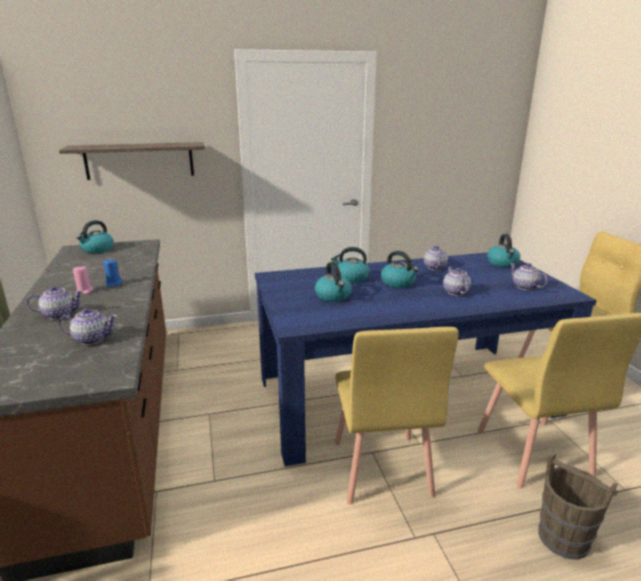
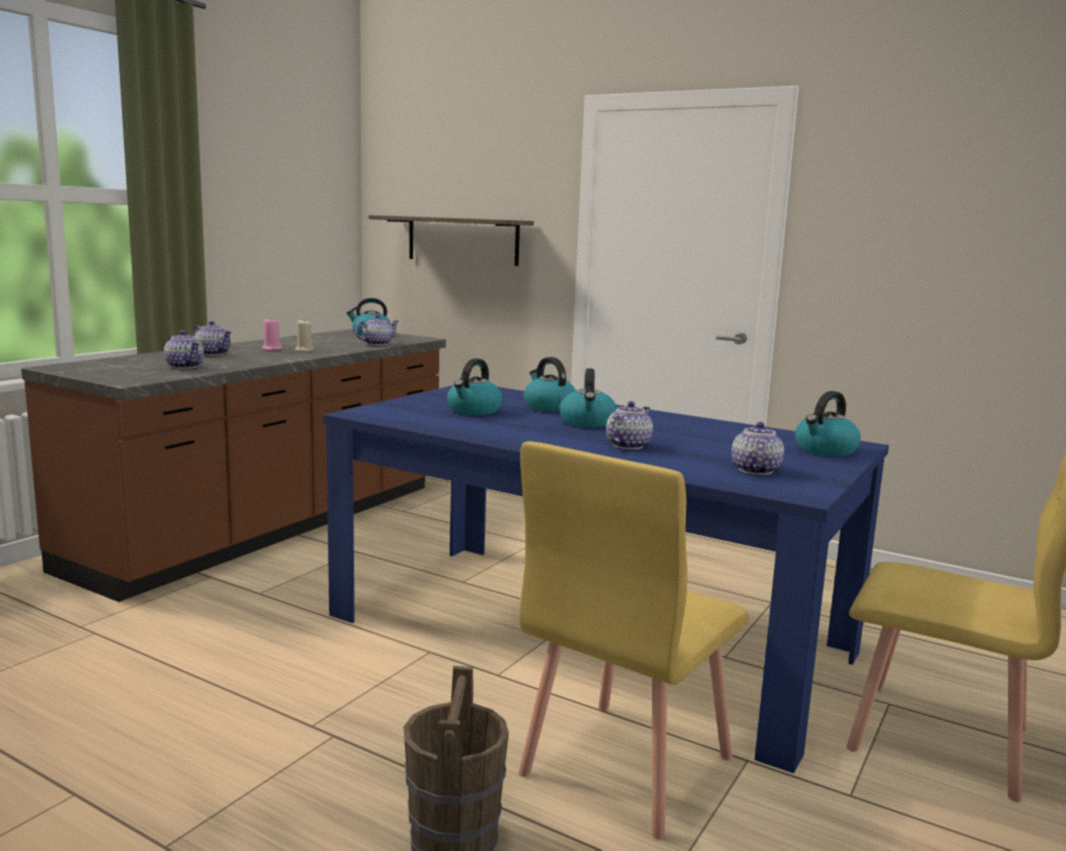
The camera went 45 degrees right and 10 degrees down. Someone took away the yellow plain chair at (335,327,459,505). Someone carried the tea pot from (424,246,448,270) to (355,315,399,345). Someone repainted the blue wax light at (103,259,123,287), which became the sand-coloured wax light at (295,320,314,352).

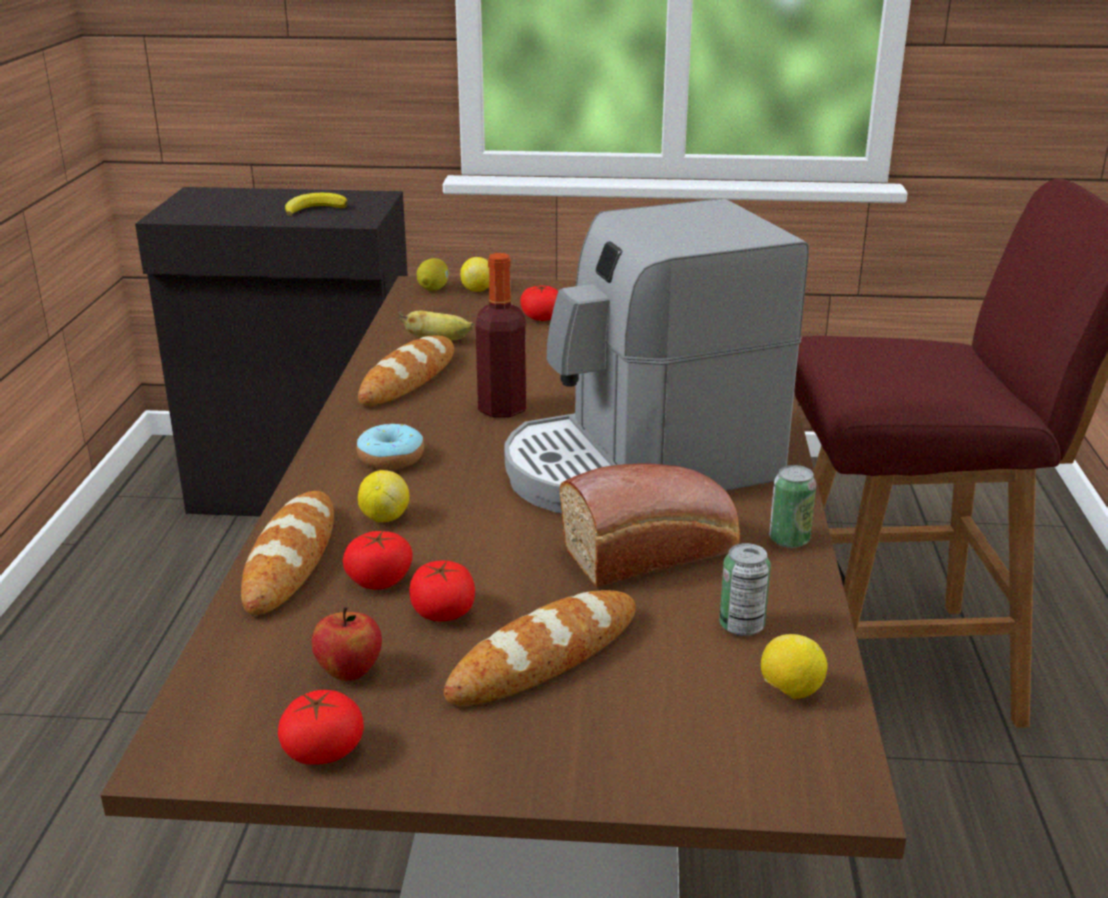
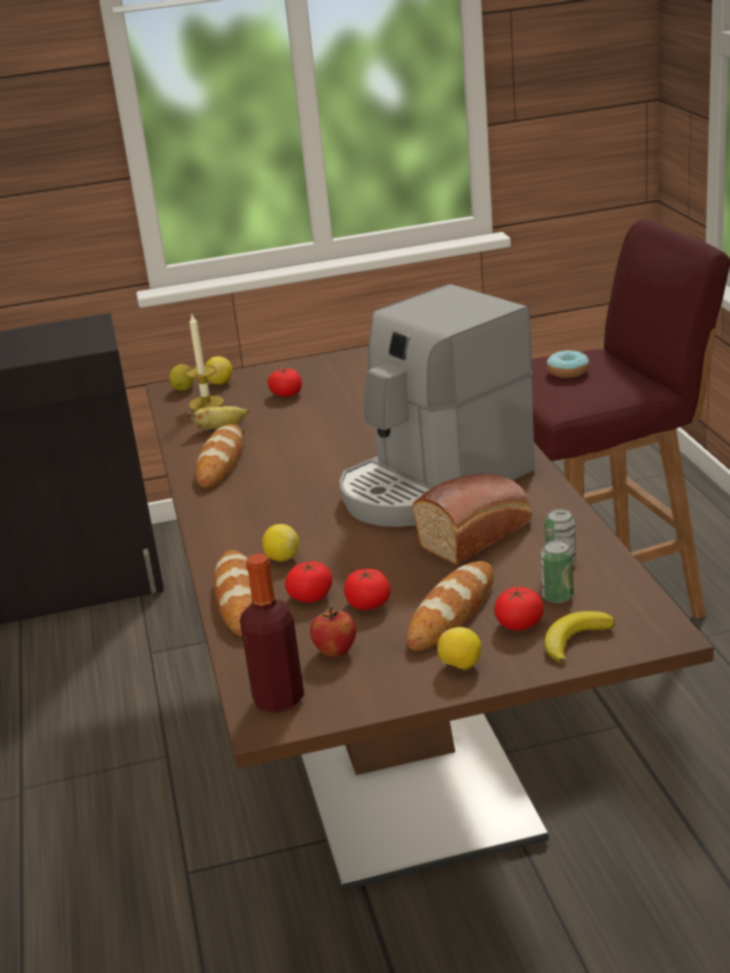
The camera went 15 degrees left and 0 degrees up. Someone put down the wax light at (186,315,224,411). Someone carried the tomato from (278,690,364,765) to (494,587,544,631). Someone carried the whole banana from (285,193,348,216) to (545,611,615,664). Someone carried the ring doughnut from (357,424,424,470) to (547,350,589,378). Someone carried the bottle from (475,253,526,417) to (240,553,304,713). Someone carried the citrus fruit from (761,634,828,699) to (437,627,481,670). Someone carried the sealed can from (769,465,816,548) to (541,540,574,603).

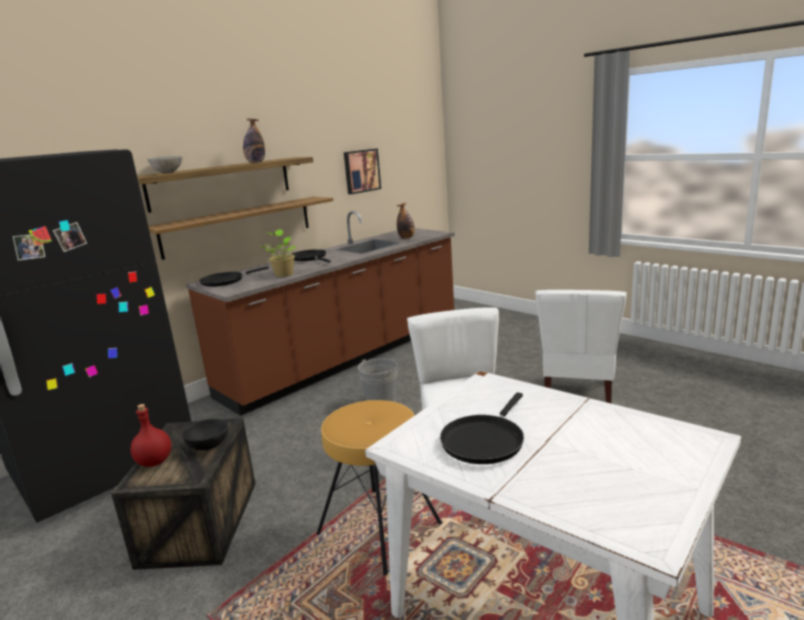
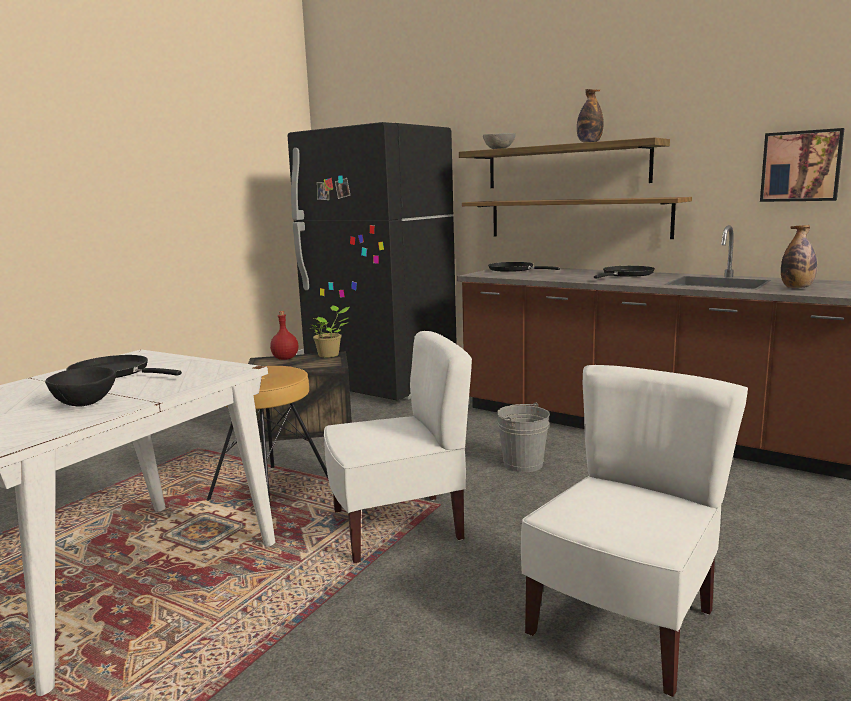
The camera went 80 degrees right and 5 degrees down. Someone carried the blackish bowl from (182,419,229,450) to (45,367,116,407). Someone carried the potted plant from (260,229,296,277) to (310,305,349,358). Someone rotated the white-coloured plain chair at (536,290,627,403) by 120 degrees clockwise.

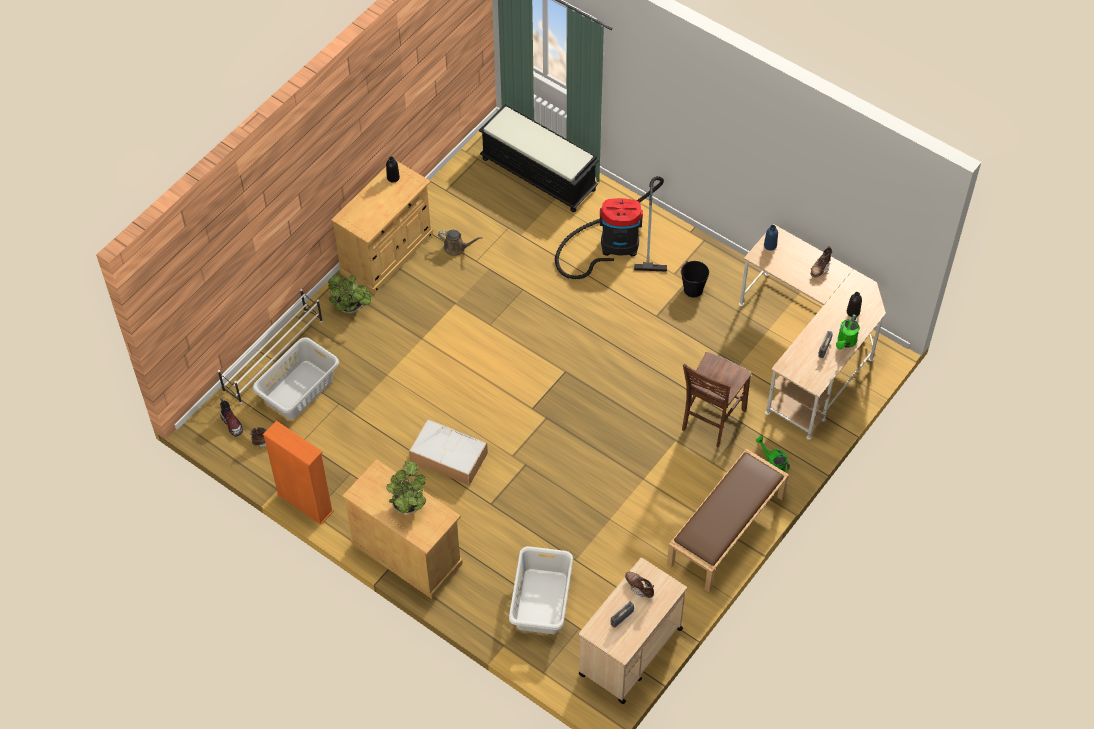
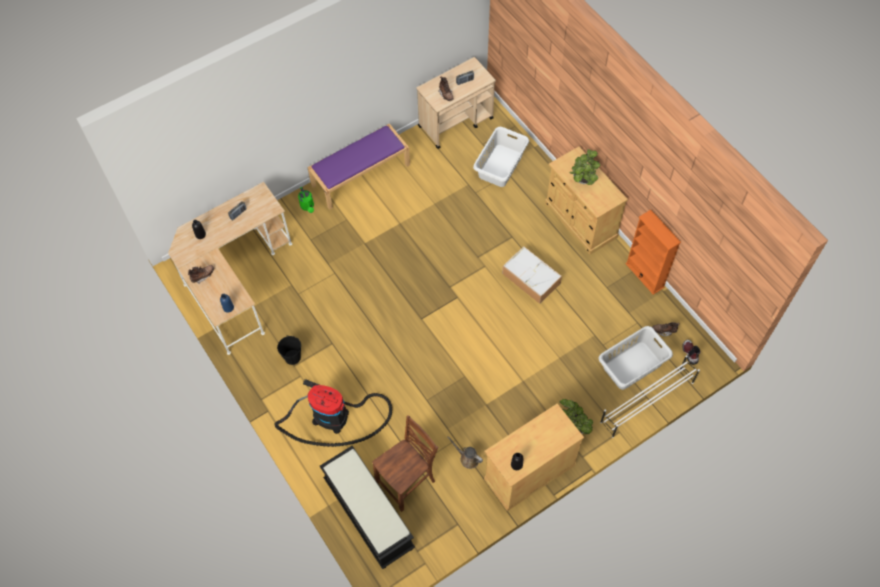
The camera went 160 degrees left and 5 degrees up. Someone took away the green-coloured watering can at (836,314,859,349). Someone carried the brown-coloured plain chair from (682,352,752,447) to (372,415,438,512). Someone repainted the brown-coloured indoor bench at (667,449,789,592), which became the purple indoor bench at (307,123,410,210).

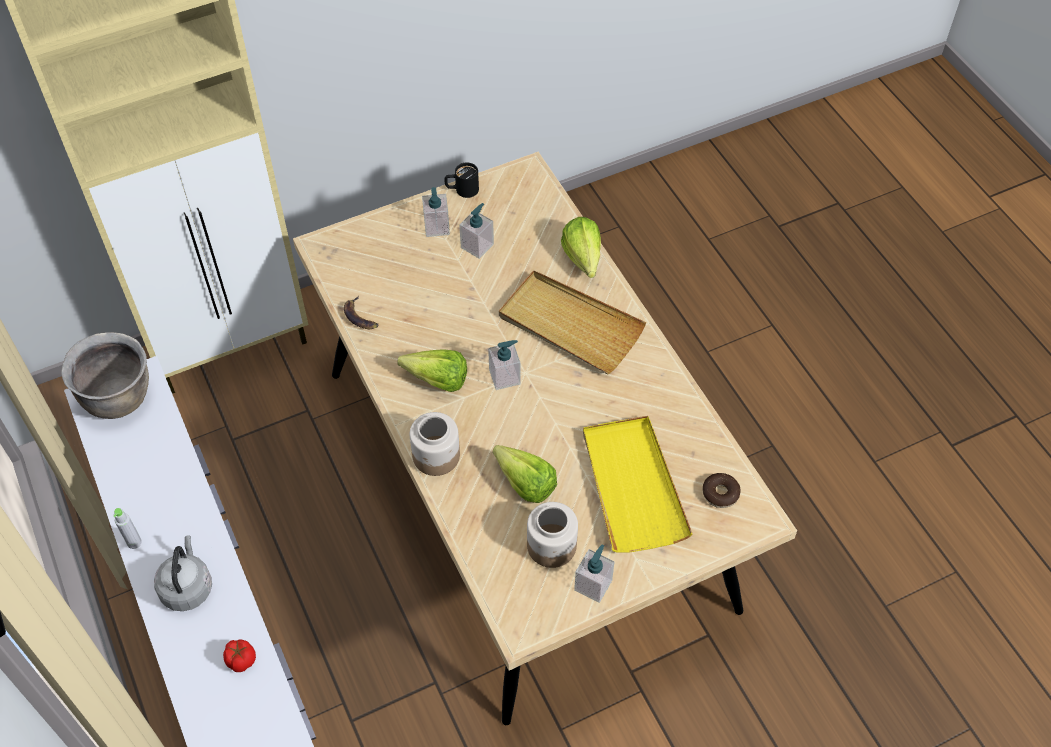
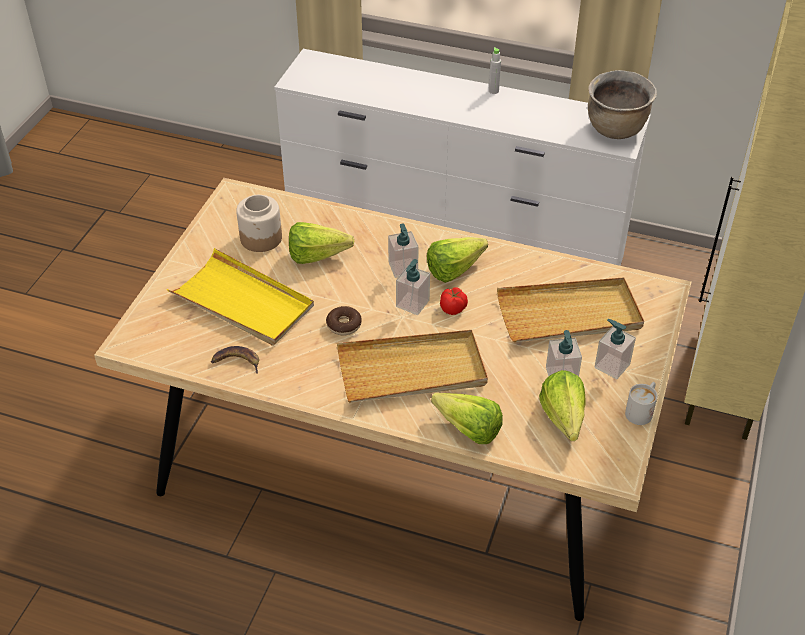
The camera went 135 degrees right and 10 degrees down. Someone took away the grey water kettle at (154,535,212,611). Someone took away the preserve jar at (410,412,460,476). Someone put down the sand-coloured tray at (497,277,644,342). Someone put down the lettuce head at (539,370,586,441). Someone carried the tomato from (223,640,256,672) to (440,287,468,315). Someone carried the whole banana from (344,296,379,329) to (211,346,259,374). Someone carried the liquid soap bottle from (574,545,614,603) to (388,223,419,278). Someone carried the ring doughnut from (702,473,740,508) to (326,306,362,336). Someone repainted the blackish mug at (445,163,479,198), which became the white-coloured mug at (625,382,657,425).

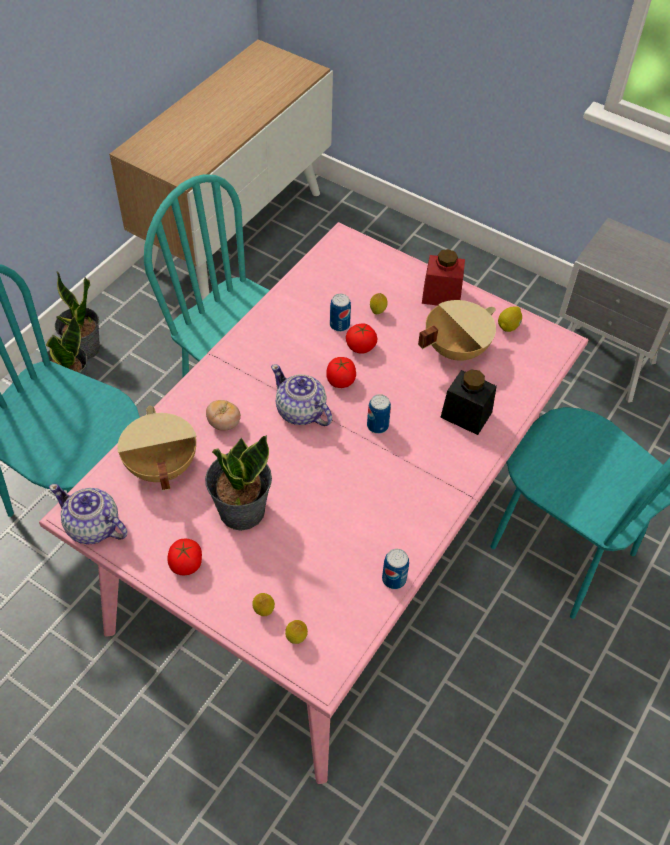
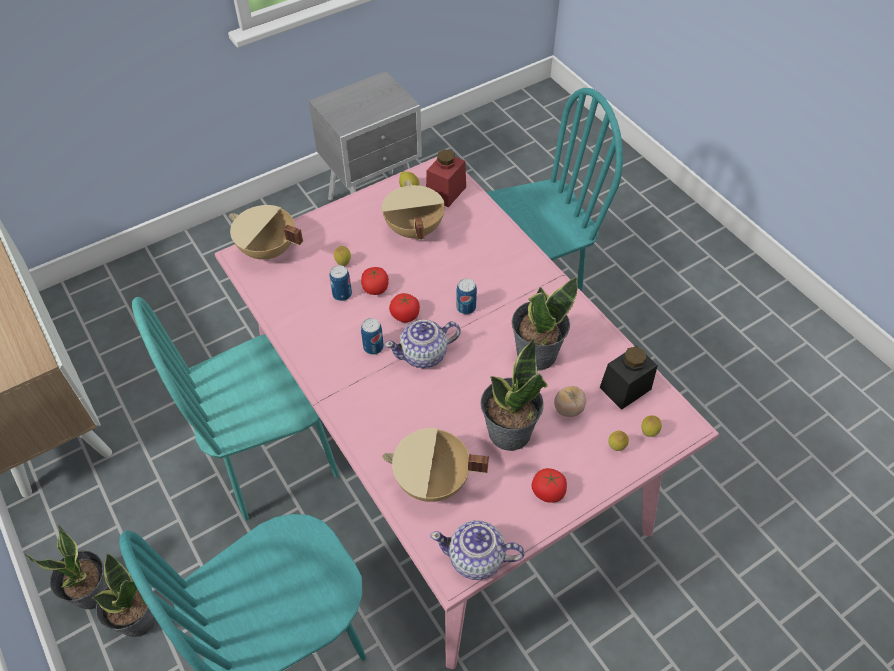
The camera went 65 degrees left and 0 degrees up. Someone put down the sand-coloured saucepot at (229,205,303,260). Someone put down the potted plant at (512,276,578,371). Someone carried the tomato from (206,400,241,431) to (554,386,586,417). Someone carried the sealed can from (382,549,409,589) to (361,318,384,355). Someone carried the red-coloured preserve jar from (422,249,465,306) to (426,150,466,207). Someone carried the blackish preserve jar from (440,369,497,435) to (600,345,658,410). Someone rotated the tea pot at (49,484,128,544) by 45 degrees clockwise.

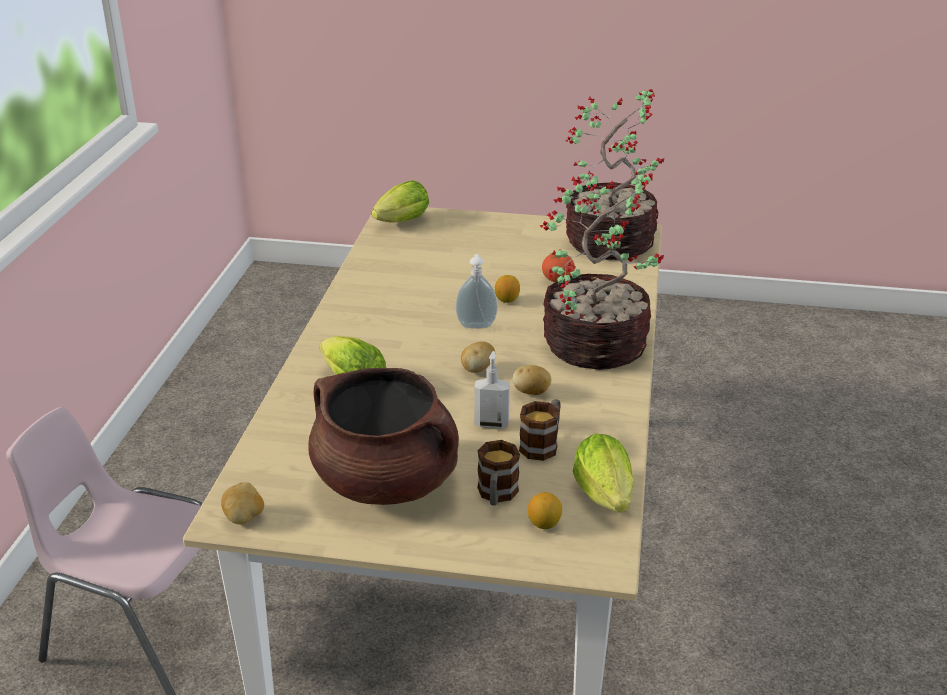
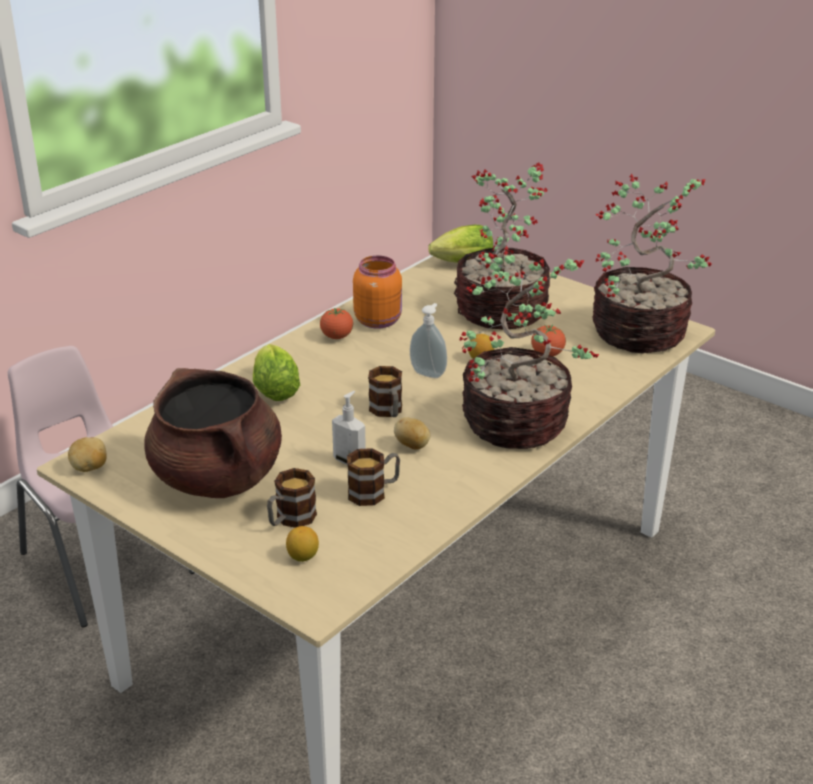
The camera went 30 degrees right and 0 degrees up. Someone took away the lettuce head at (573,434,634,512). Someone put down the tomato at (320,308,353,339). Someone put down the orangey preserve jar at (353,255,402,329). Someone put down the potted plant at (454,163,550,329). Someone swapped the potato at (461,341,495,373) for the mug at (368,366,402,417).

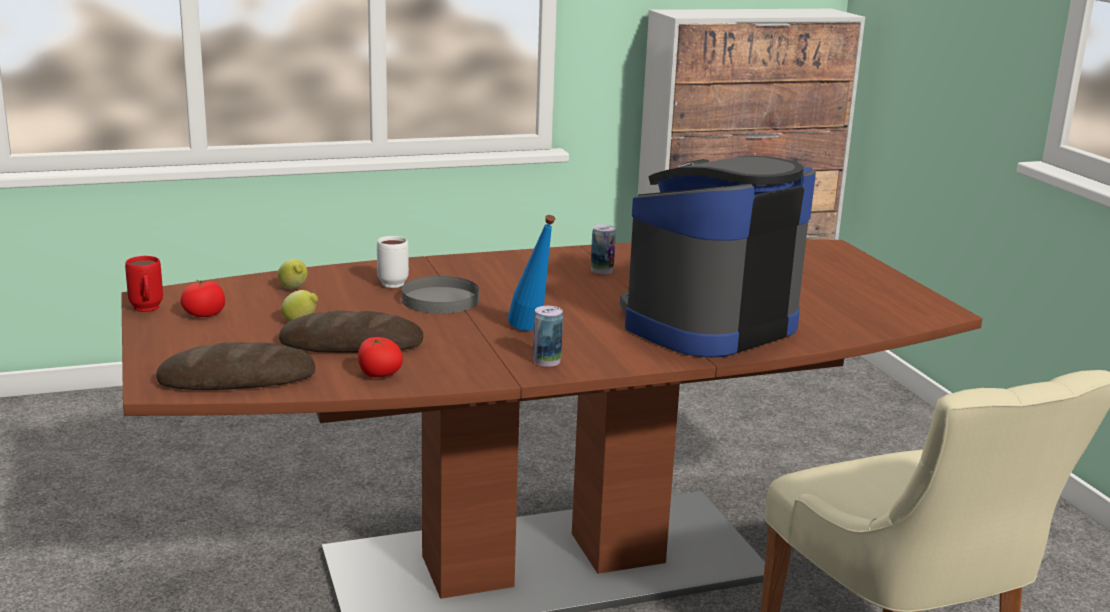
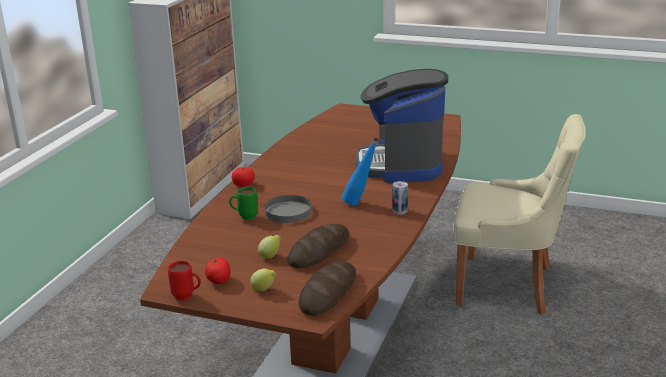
The camera went 50 degrees left and 5 degrees up. Someone took away the sealed can at (591,225,616,274). Someone carried the citrus fruit from (278,259,308,289) to (250,269,276,292). Someone carried the tomato from (358,337,403,377) to (232,167,255,187). Someone repainted the white-coloured mug at (377,236,409,288), which became the green-coloured mug at (229,187,258,220).

